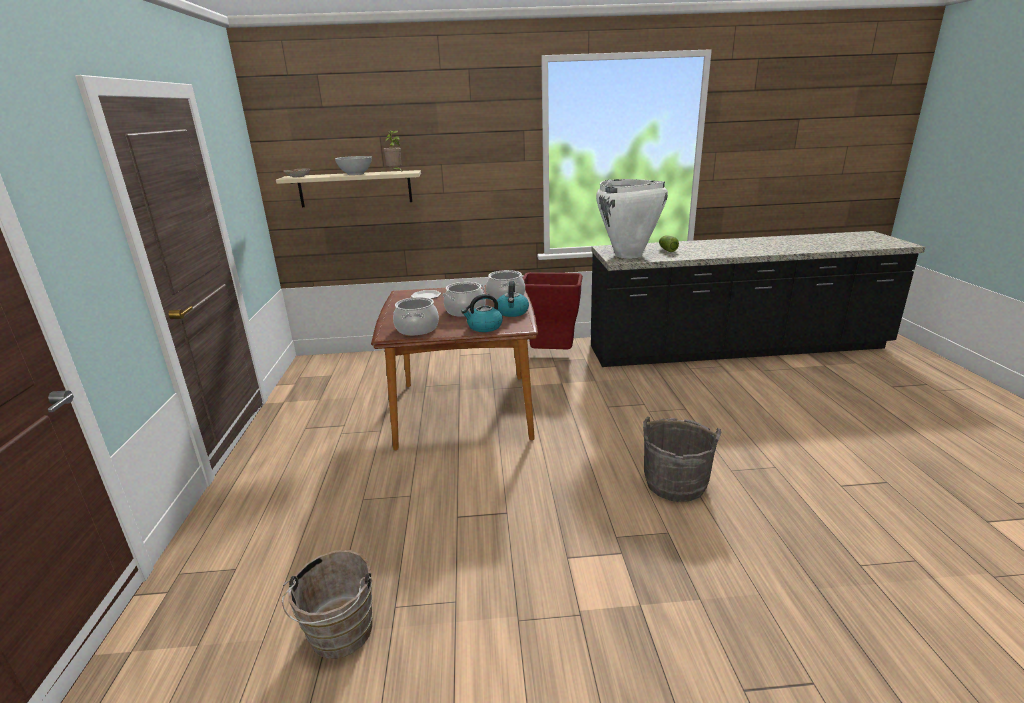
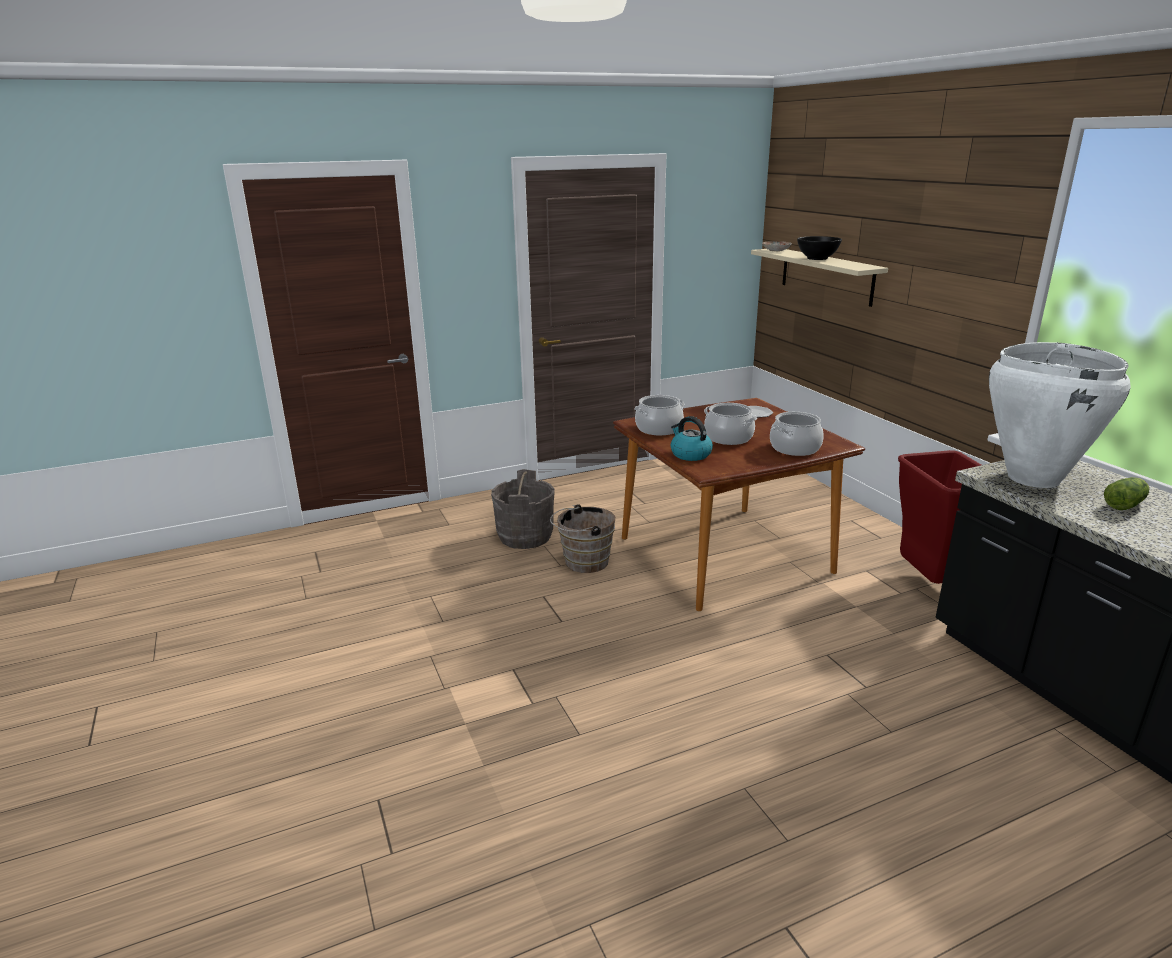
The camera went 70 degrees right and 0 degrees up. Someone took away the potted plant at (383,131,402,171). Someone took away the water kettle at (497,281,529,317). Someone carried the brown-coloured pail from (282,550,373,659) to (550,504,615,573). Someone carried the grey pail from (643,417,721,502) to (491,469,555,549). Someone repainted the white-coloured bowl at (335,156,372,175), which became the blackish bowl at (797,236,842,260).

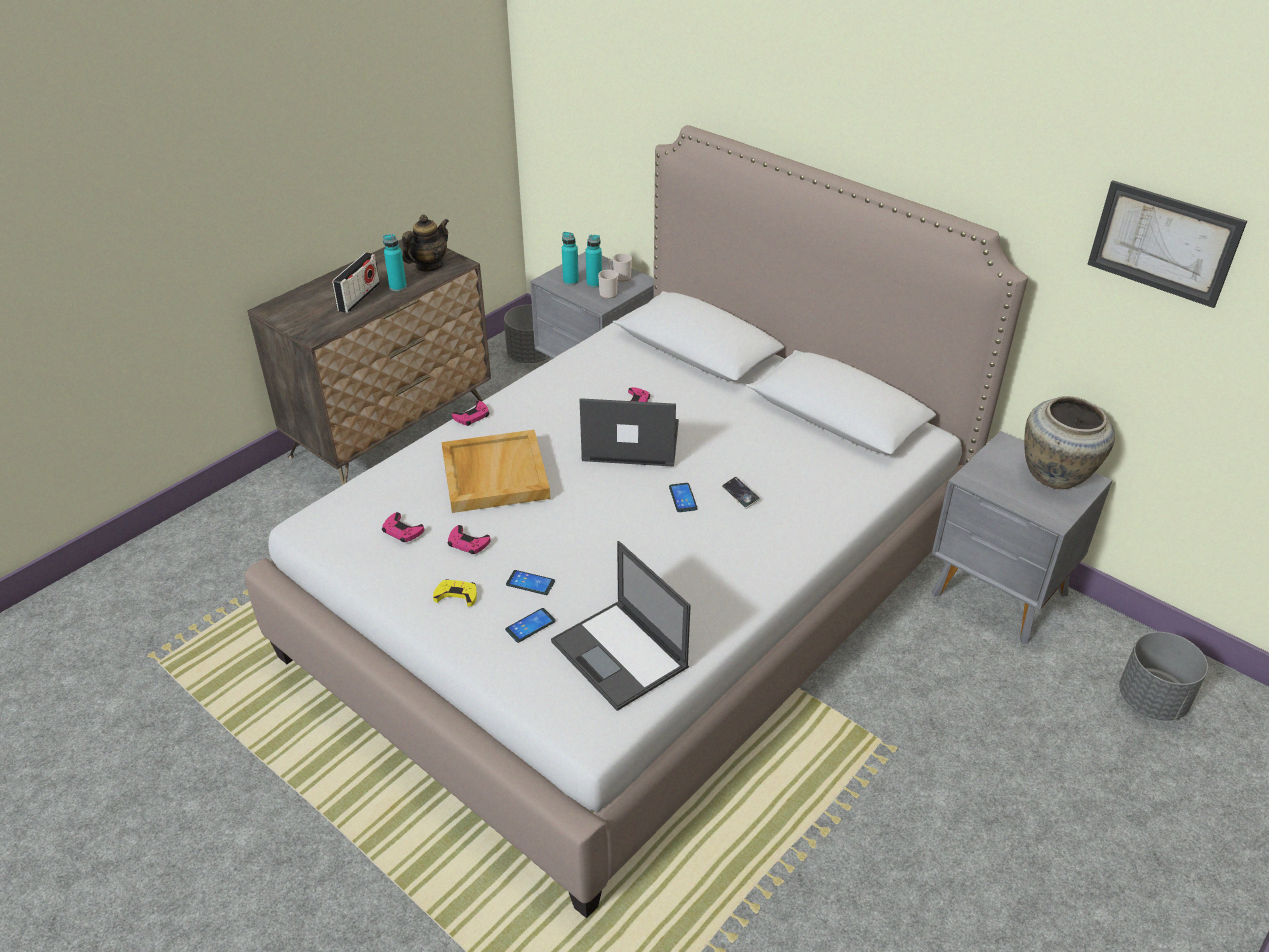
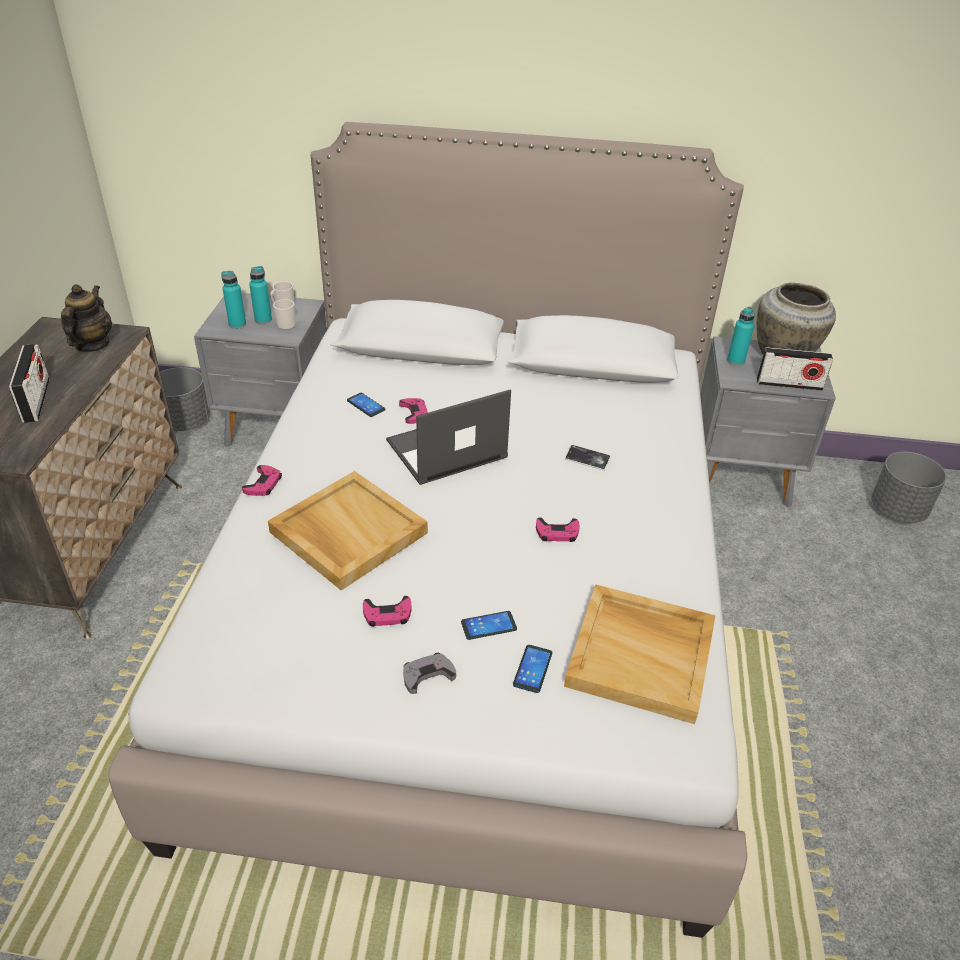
The camera went 35 degrees left and 0 degrees up. Someone took away the picture at (1087,180,1247,308). Someone put down the radio receiver at (757,347,833,391). Someone carried the pink gamepad from (382,512,424,542) to (536,518,580,542). Someone carried the blue-green bottle from (383,234,407,291) to (727,307,755,366). Someone carried the phone from (669,483,697,512) to (347,393,386,417). Someone swapped the notebook computer at (551,541,691,711) for the sand-coloured tray at (564,584,716,724). Someone repainted the yellow gamepad at (433,579,477,607), which became the grey gamepad at (403,653,456,694).

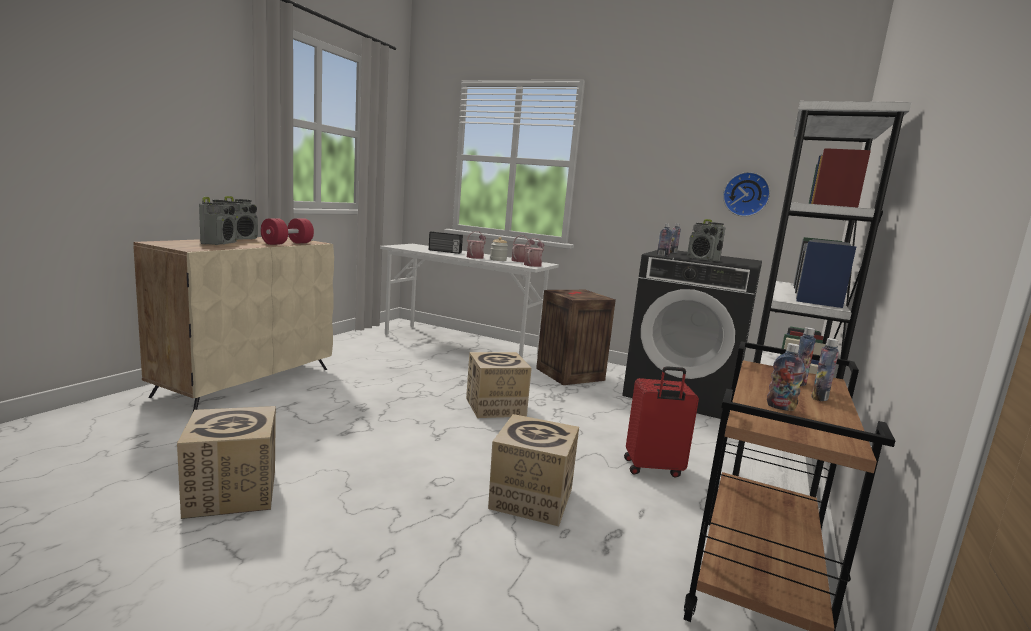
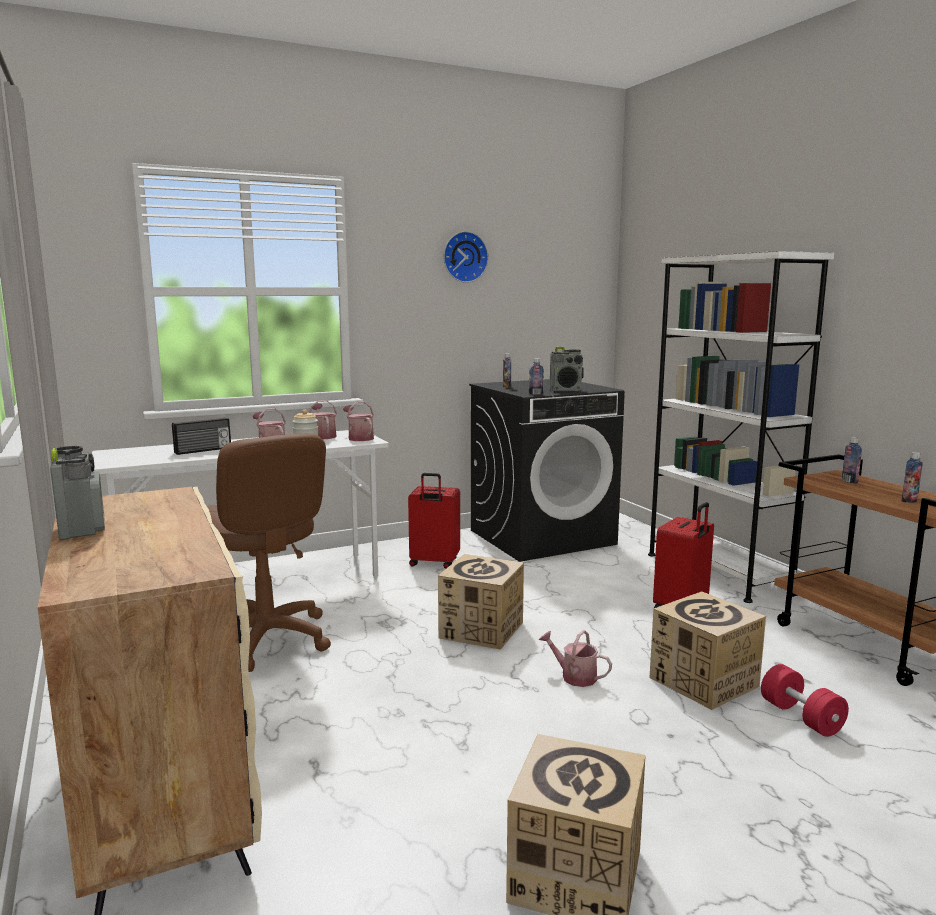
The camera went 50 degrees left and 0 degrees up. Someone took away the radio receiver at (199,197,237,245). Someone took away the bottle at (811,338,839,401). Someone put down the brown-coloured computer chair at (207,433,331,672). Someone put down the watering can at (539,630,612,687). Someone carried the red-coloured dumbbell from (261,218,314,245) to (761,664,849,737). Someone carried the hanging clock from (723,172,770,217) to (443,231,488,283). Someone swapped the crate at (536,290,616,385) for the red-coloured piece of luggage at (408,473,460,569).

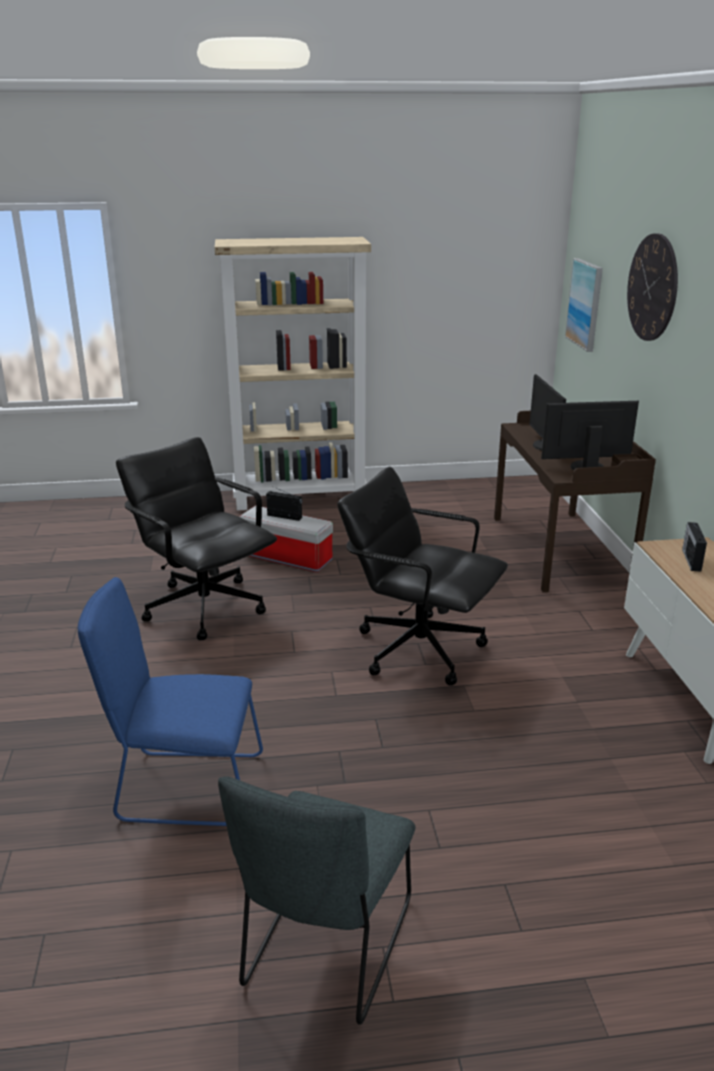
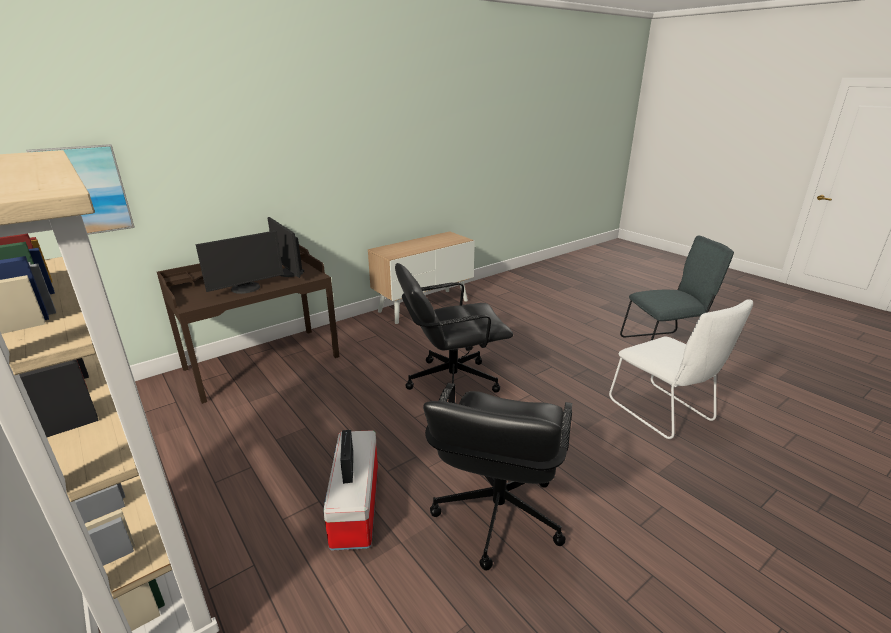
The camera went 120 degrees left and 0 degrees up. Someone took away the hanging clock at (627,233,678,341). Someone took away the radio receiver at (682,522,707,572). Someone repainted the blue plain chair at (78,577,263,826), which became the white-coloured plain chair at (609,299,753,439). Someone rotated the blackish computer chair at (337,467,508,686) by 75 degrees clockwise.

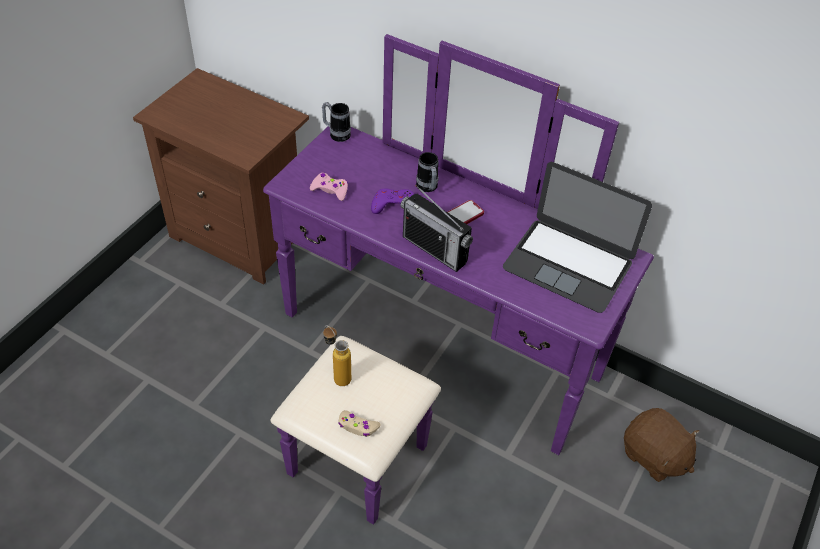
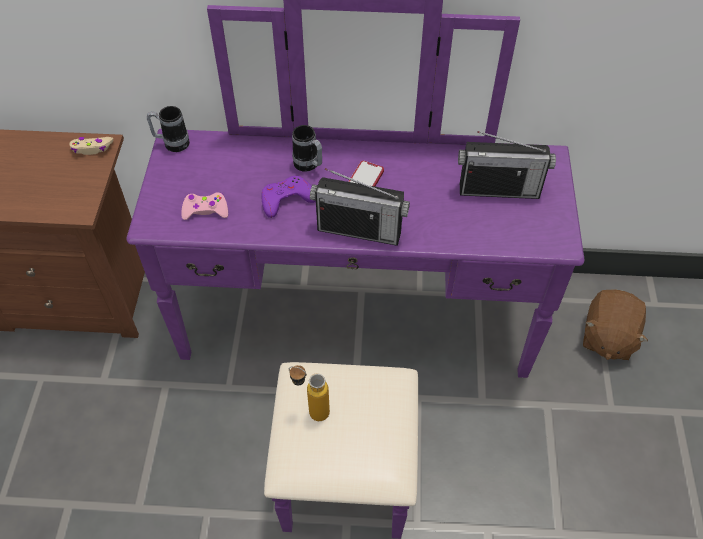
The camera went 25 degrees left and 5 degrees up. Someone carried the sand-coloured gamepad from (338,410,381,437) to (69,137,113,155). Someone swapped the notebook computer at (503,162,652,313) for the radio receiver at (458,131,556,199). Someone rotated the brown-coloured cuddly toy at (624,408,699,482) by 90 degrees clockwise.

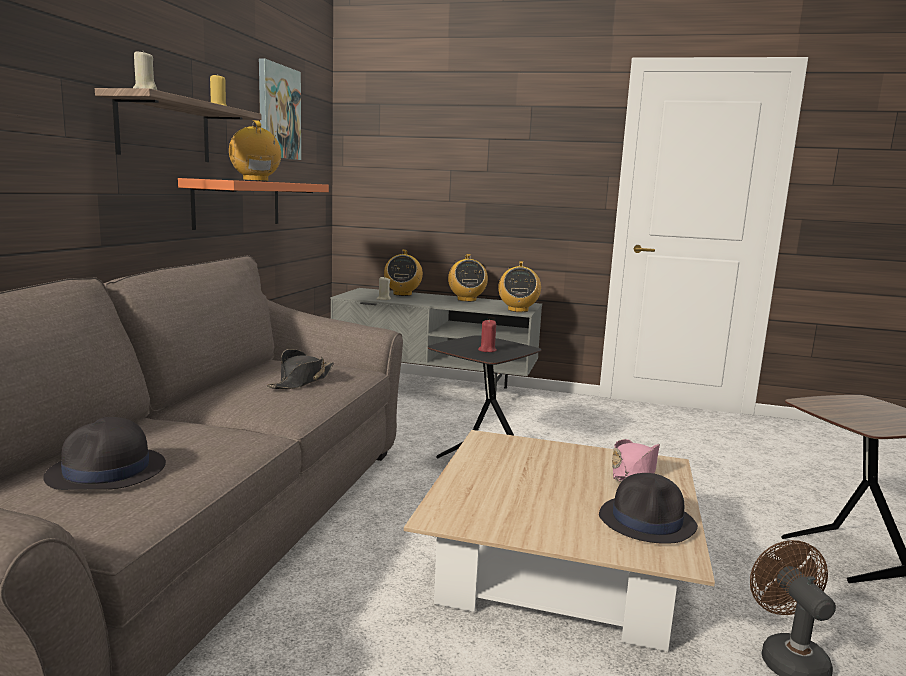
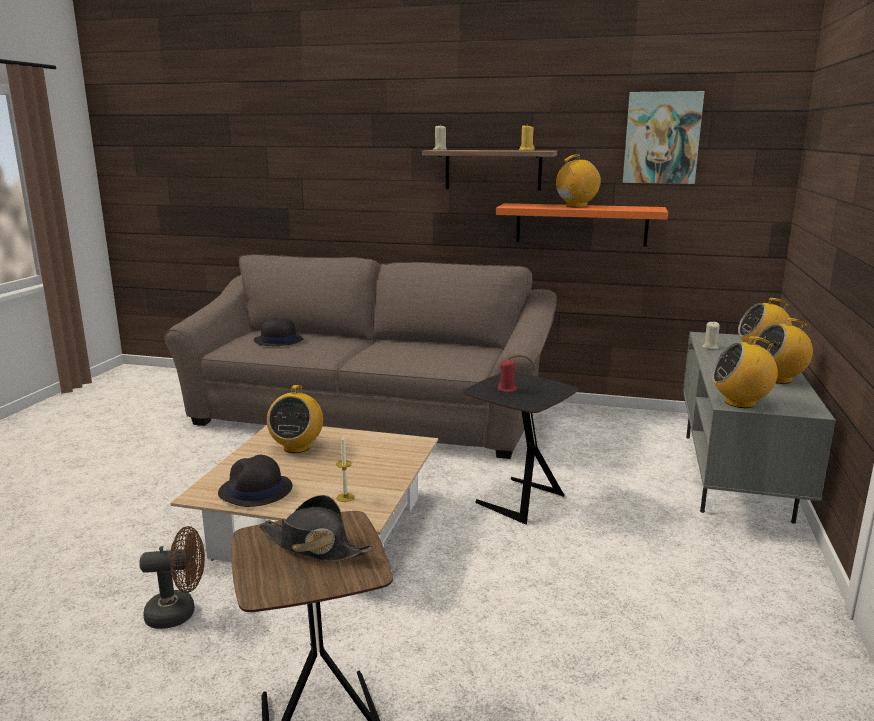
The camera went 90 degrees right and 5 degrees up. Someone put down the radio receiver at (267,385,323,453). Someone carried the blackish hat from (267,349,334,389) to (259,495,373,562). Someone swapped the pink hat at (612,439,660,482) for the wax light at (336,435,355,502).

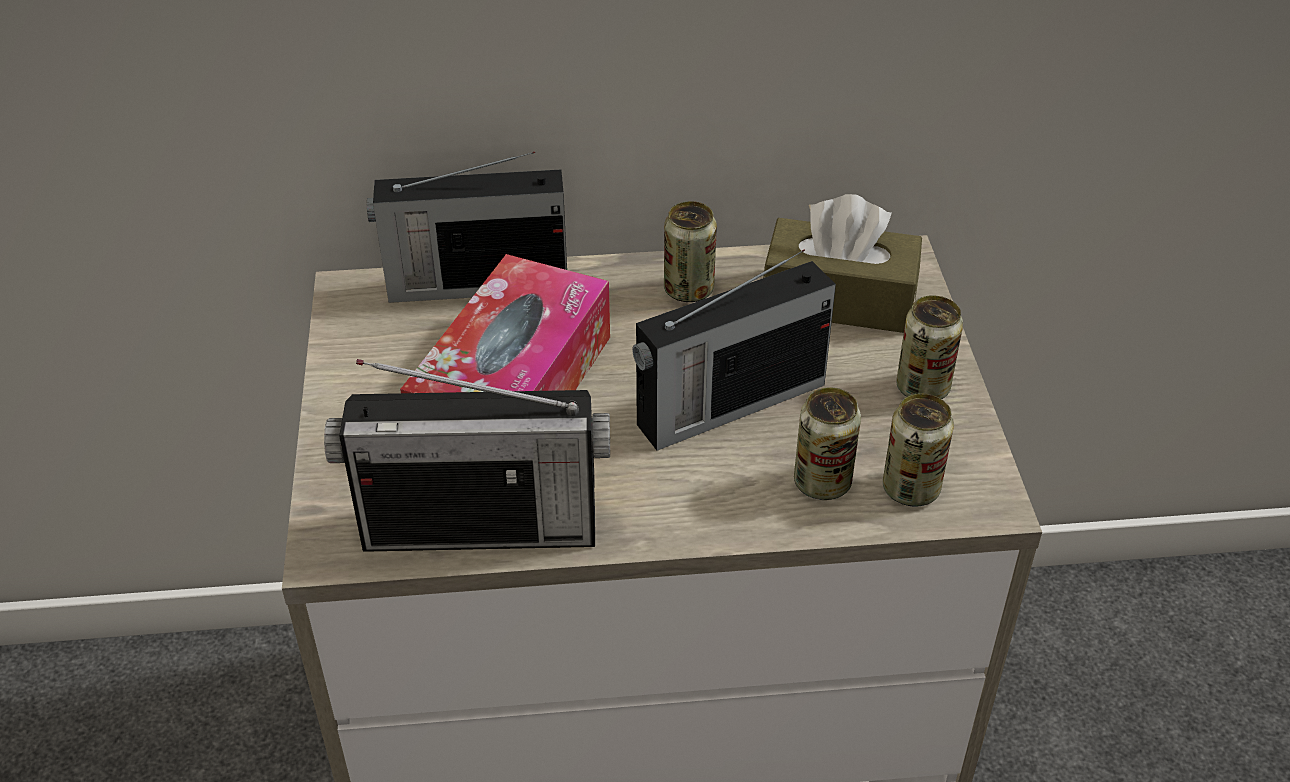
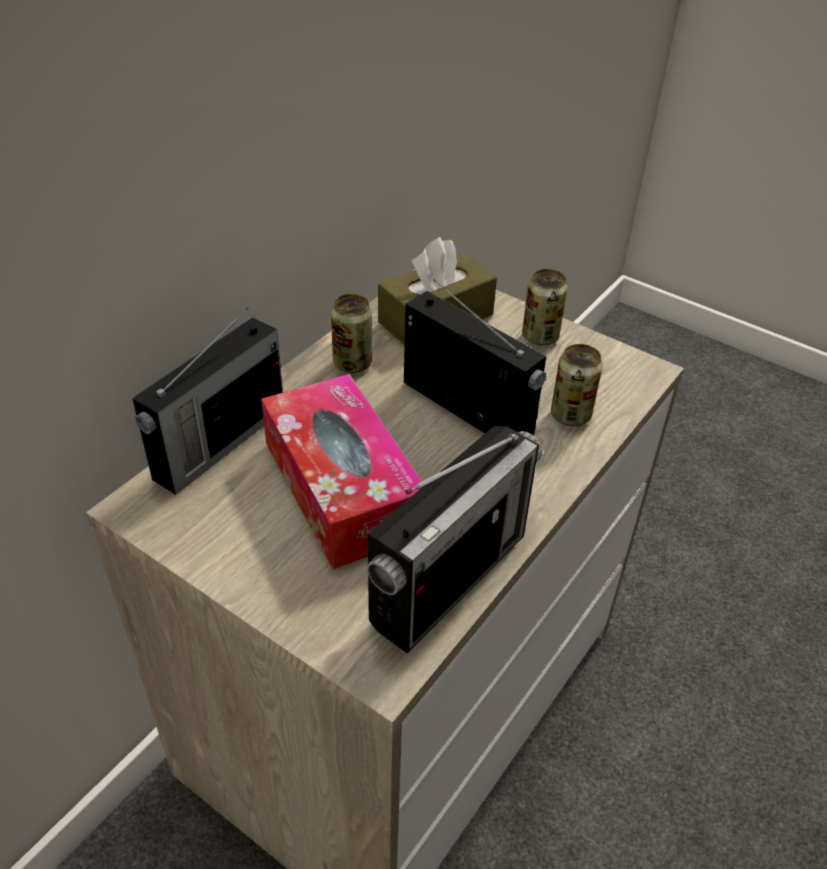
The camera went 50 degrees left and 0 degrees up. Someone took away the sealed can at (883,393,954,506). Someone rotated the radio receiver at (632,250,836,451) by 60 degrees counterclockwise.

